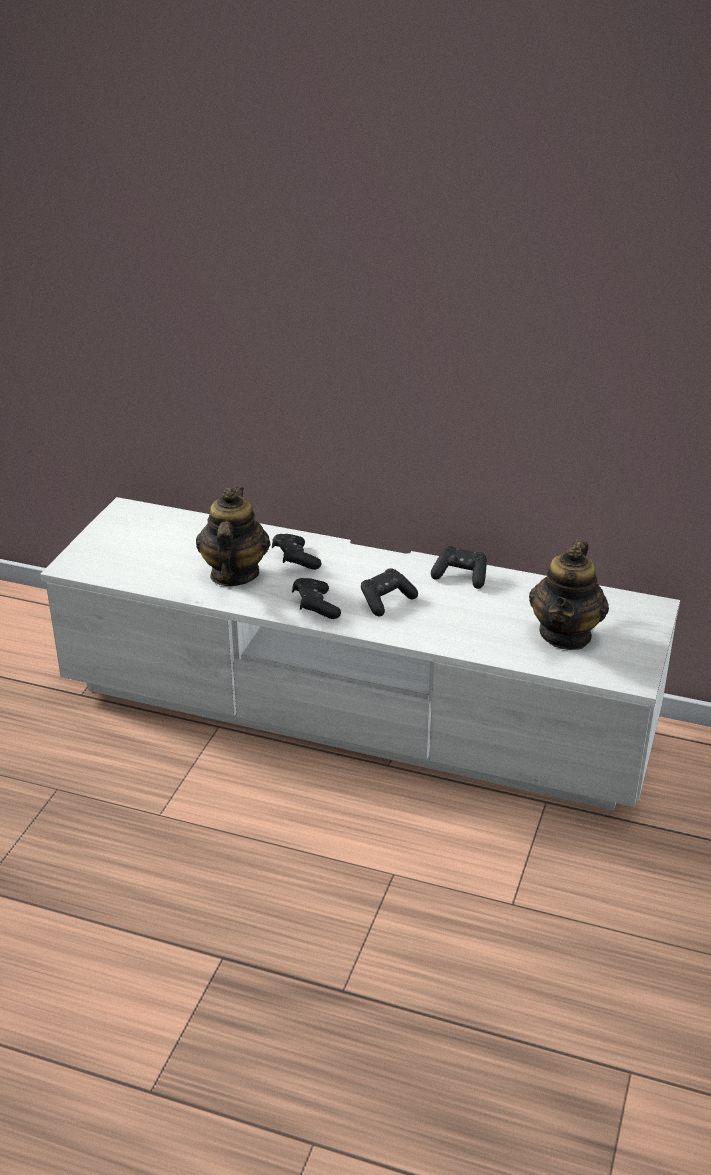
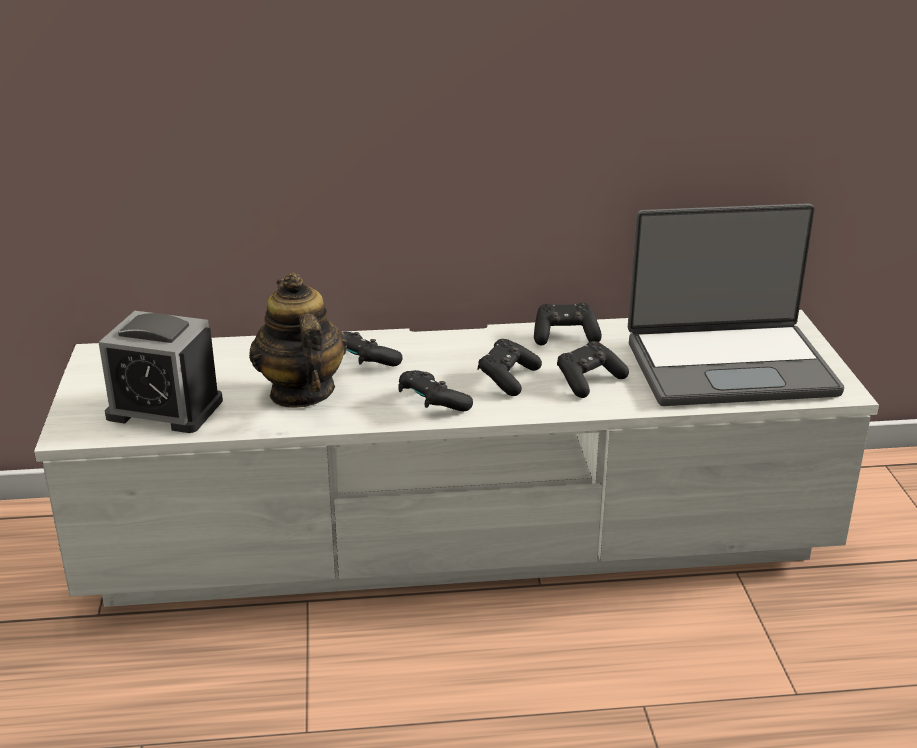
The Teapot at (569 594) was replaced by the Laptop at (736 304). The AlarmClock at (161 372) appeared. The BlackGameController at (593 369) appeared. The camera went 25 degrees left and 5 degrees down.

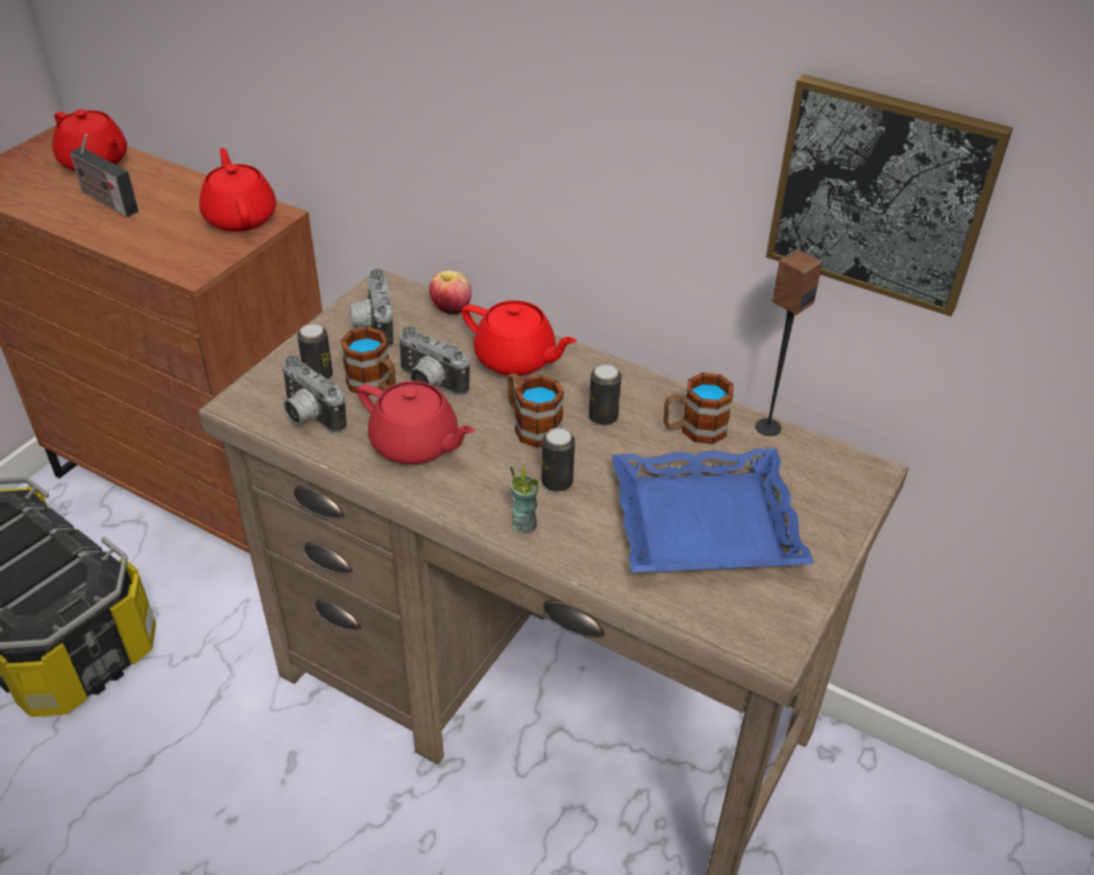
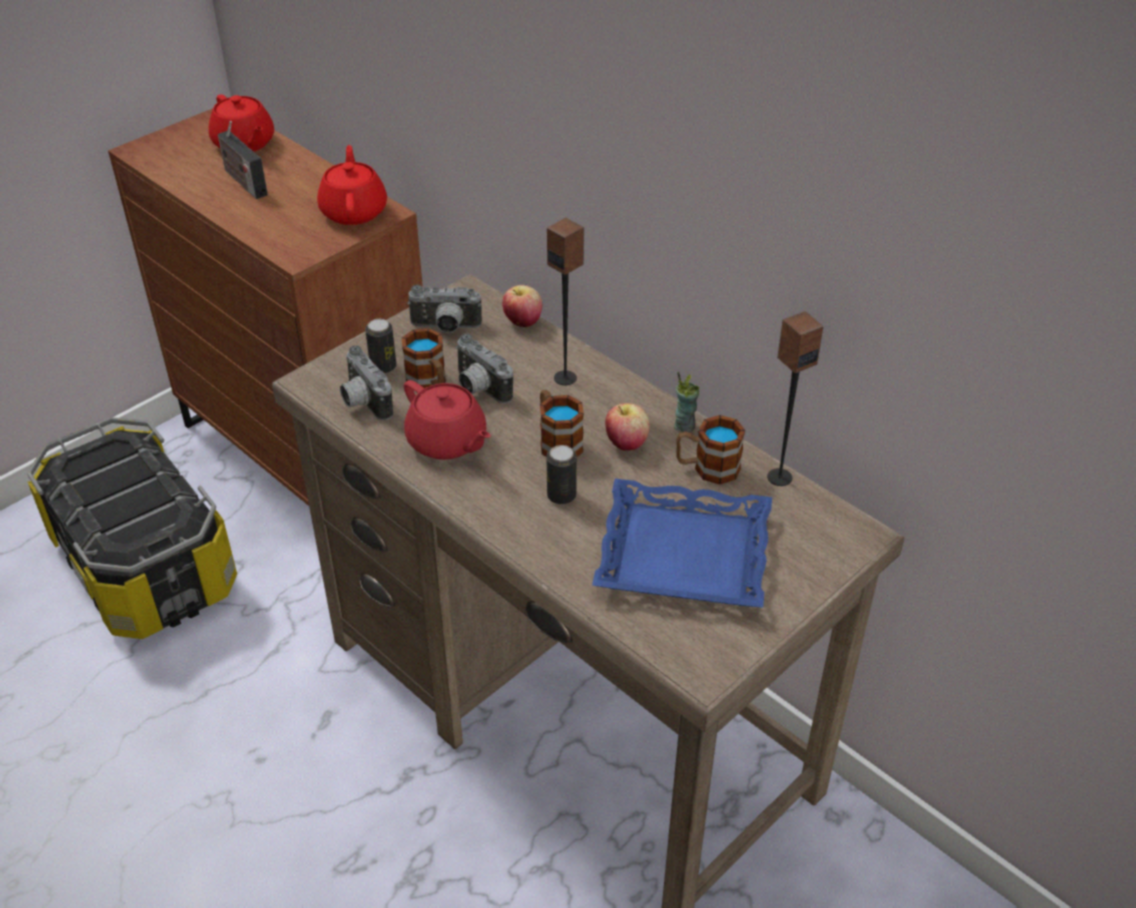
The Picture at (889 195) disappeared. The PhotoCamera at (371 308) turned 90 degrees counterclockwise. The RedTeapot at (519 338) was replaced by the Speaker at (565 302). The Can at (605 394) was replaced by the Apple at (627 427). The Cup moved from (524 500) to (686 401). The camera went 15 degrees right and 0 degrees up.

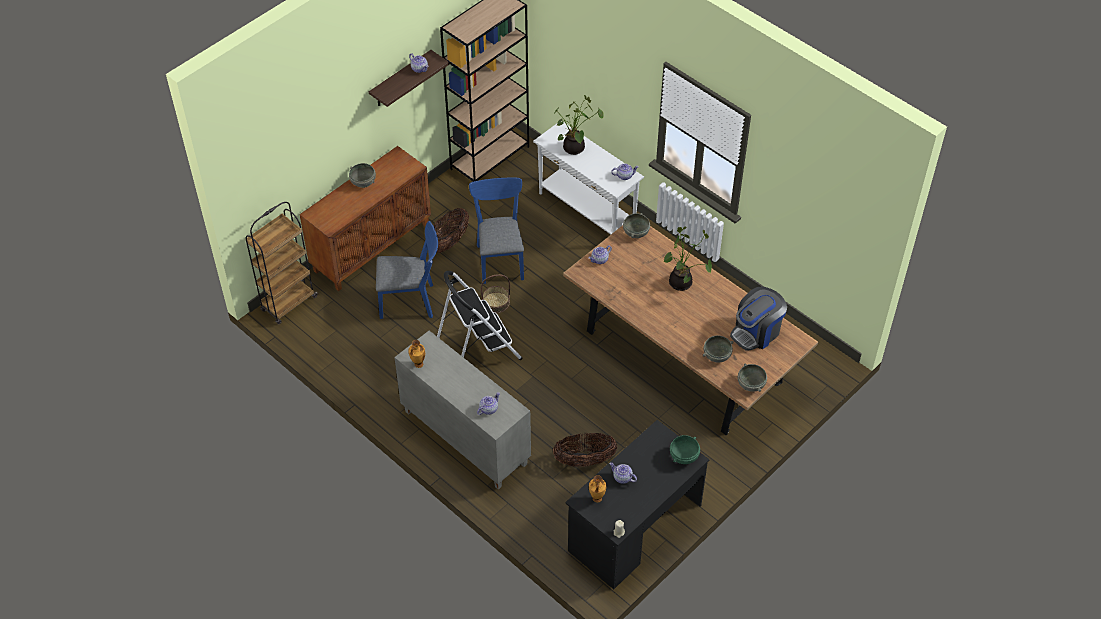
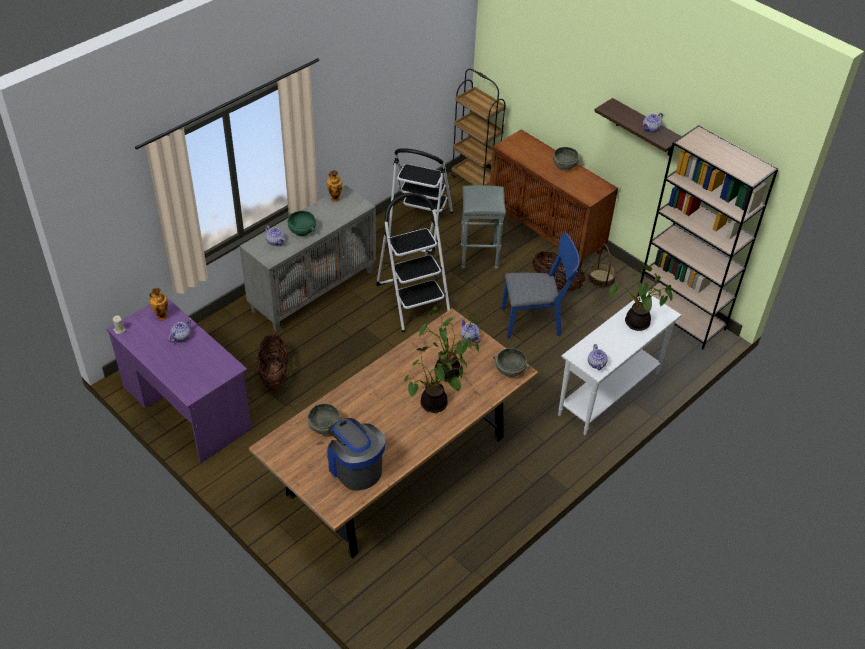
The BlueChair at (407 270) was replaced by the GreyStool at (483 227). The Basket moved from (495 293) to (602 266). The GreyBowl at (752 377) disappeared. The BlackDesk at (637 504) became the PurpleDesk at (179 380). The GreenBowl moved from (685 449) to (301 223). The StepLadder at (420 201) appeared. The PottedPlant at (449 343) appeared. The camera went 90 degrees right and 5 degrees down.

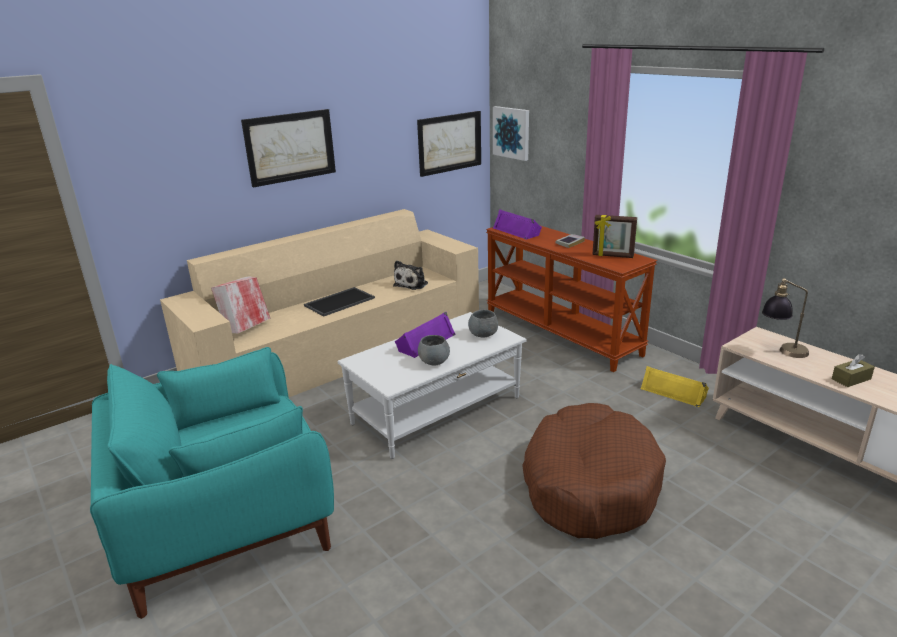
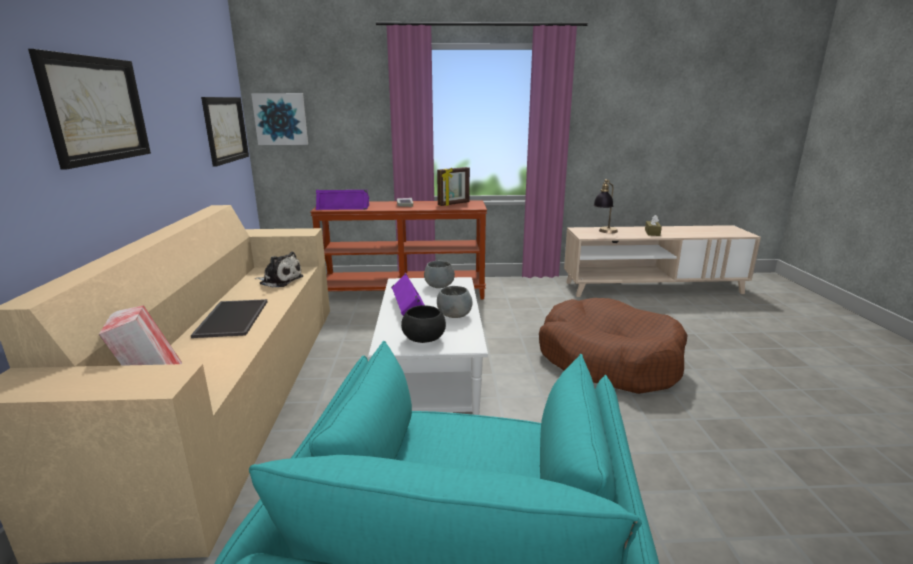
The PlushToy at (410 275) turned 45 degrees counterclockwise. The YellowSpeaker at (675 386) disappeared. The BlackBowl at (423 324) appeared. The camera went 55 degrees left and 5 degrees down.

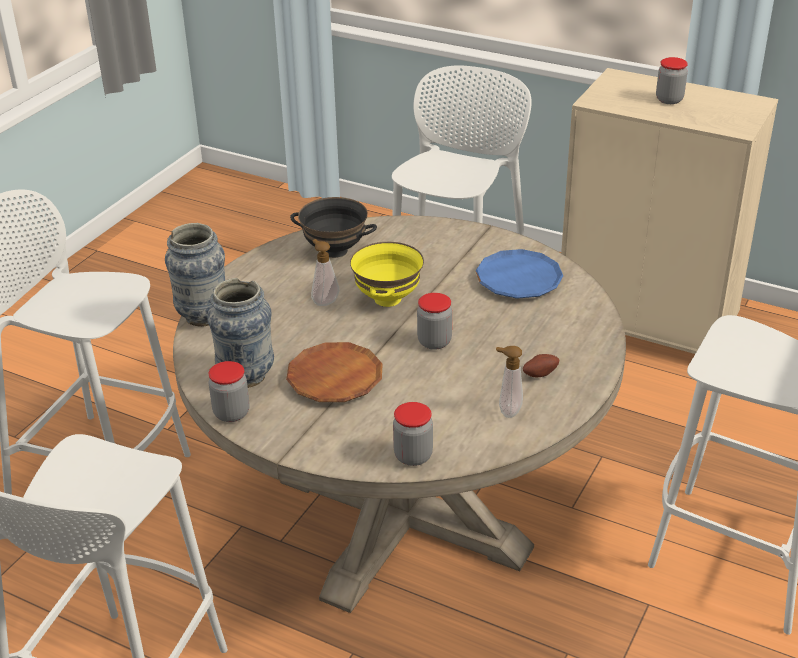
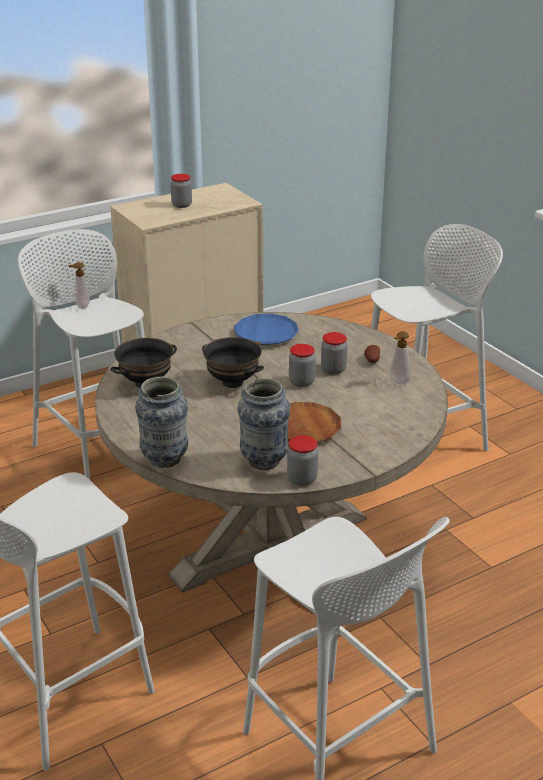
The SoapDispenser moved from (325 272) to (79 285). The YellowBowl at (387 274) became the BlackBowl at (233 362). The Jar moved from (413 434) to (334 353). The camera went 60 degrees left and 5 degrees down.

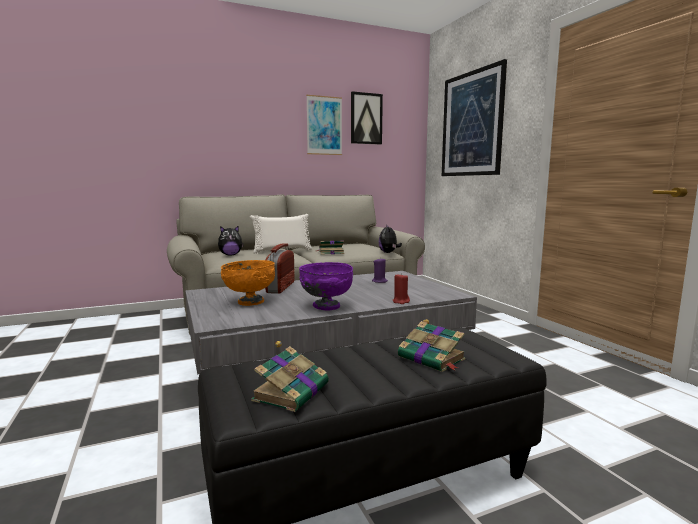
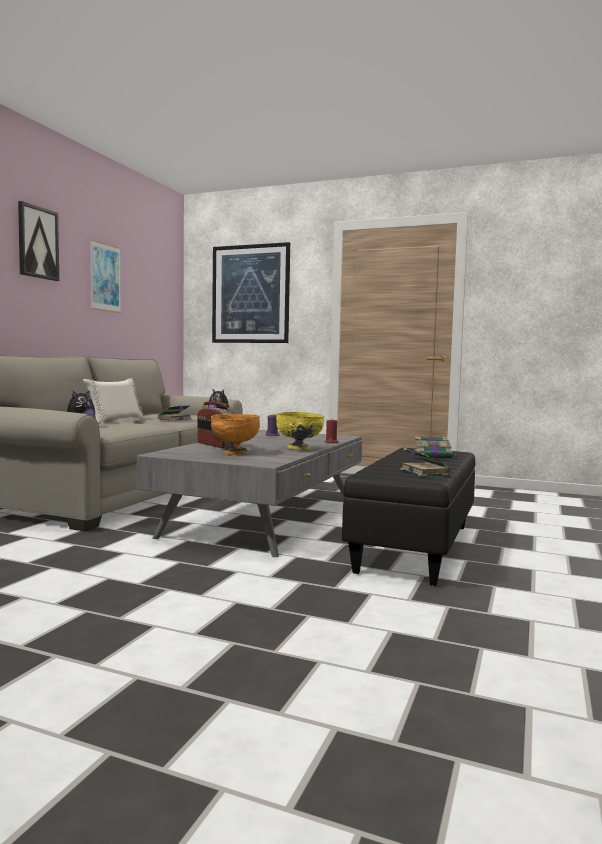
The Picture moved from (367 118) to (38 241). The PurpleBowl at (326 286) became the YellowBowl at (300 431). The camera went 45 degrees left and 5 degrees down.

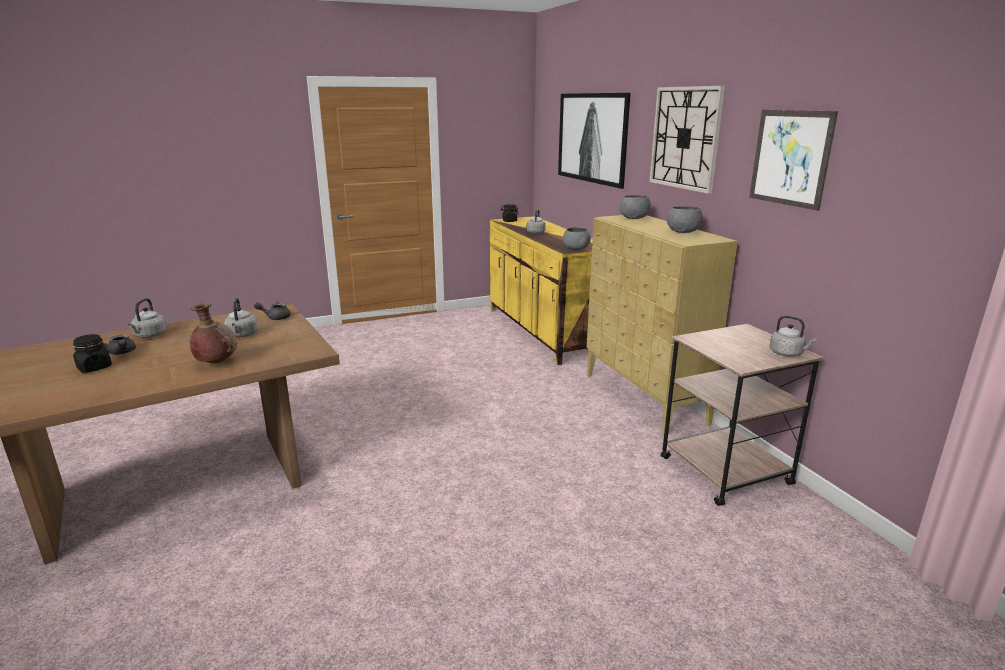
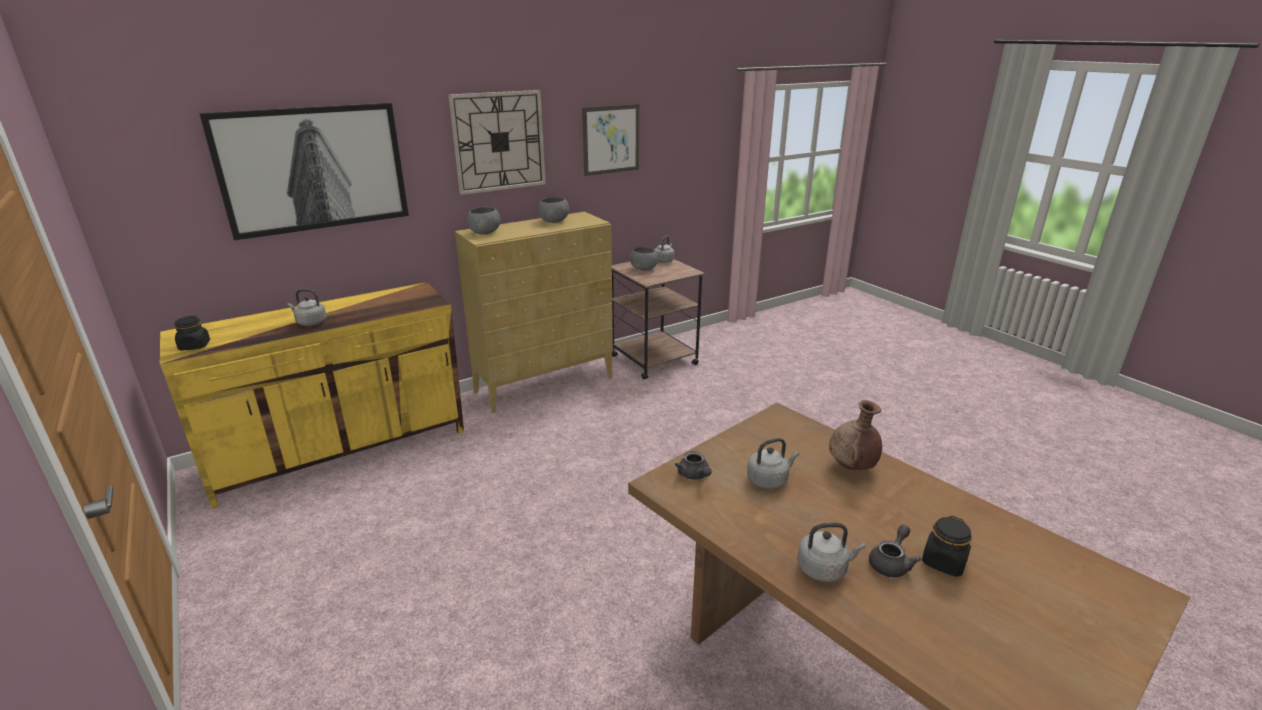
The GreyBowl moved from (577 238) to (644 259). The camera went 100 degrees left and 5 degrees up.

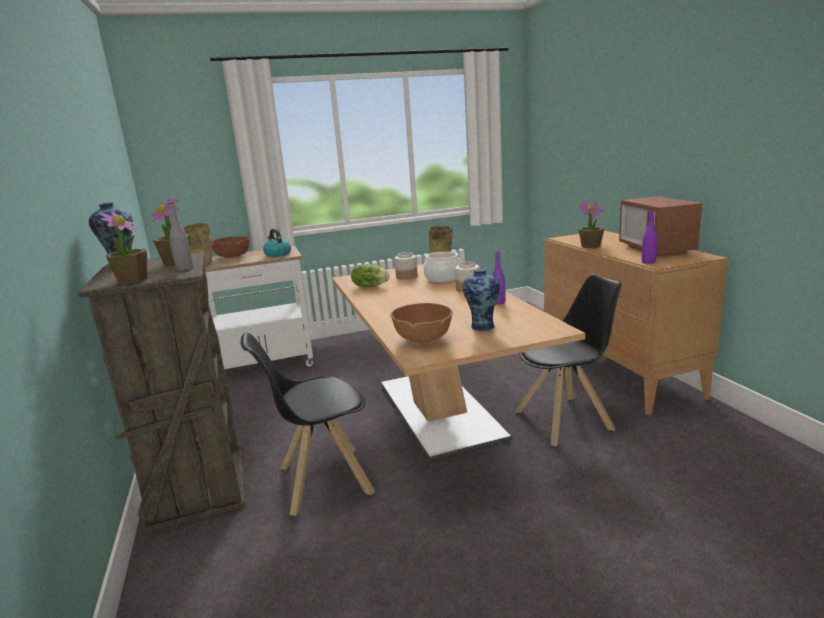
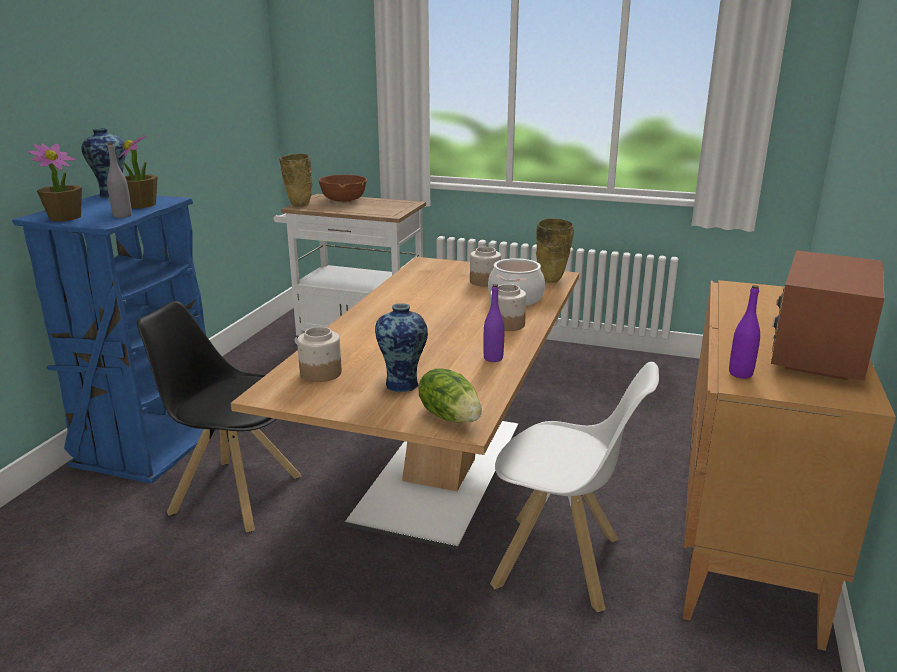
The PottedPlant at (591 224) disappeared. The Kettle at (277 242) disappeared. The BrownBookcase at (162 392) became the BlueBookcase at (114 338). The Lettuce moved from (370 275) to (450 395). The BlackChair at (568 360) became the WhiteChair at (574 487). The BrownBowl at (421 323) was replaced by the Jar at (319 354). The camera went 35 degrees right and 5 degrees up.

